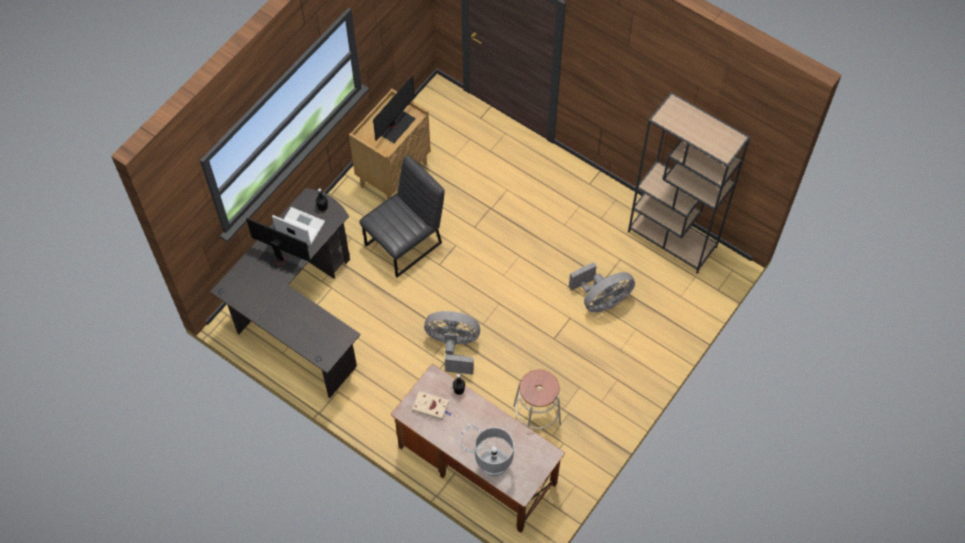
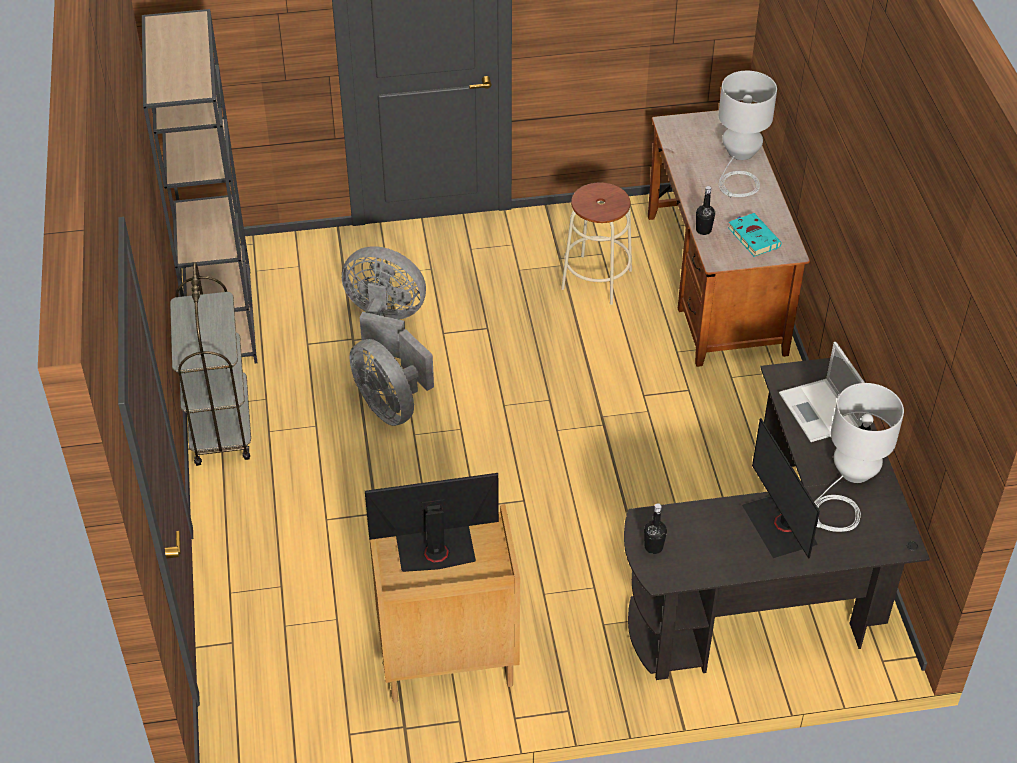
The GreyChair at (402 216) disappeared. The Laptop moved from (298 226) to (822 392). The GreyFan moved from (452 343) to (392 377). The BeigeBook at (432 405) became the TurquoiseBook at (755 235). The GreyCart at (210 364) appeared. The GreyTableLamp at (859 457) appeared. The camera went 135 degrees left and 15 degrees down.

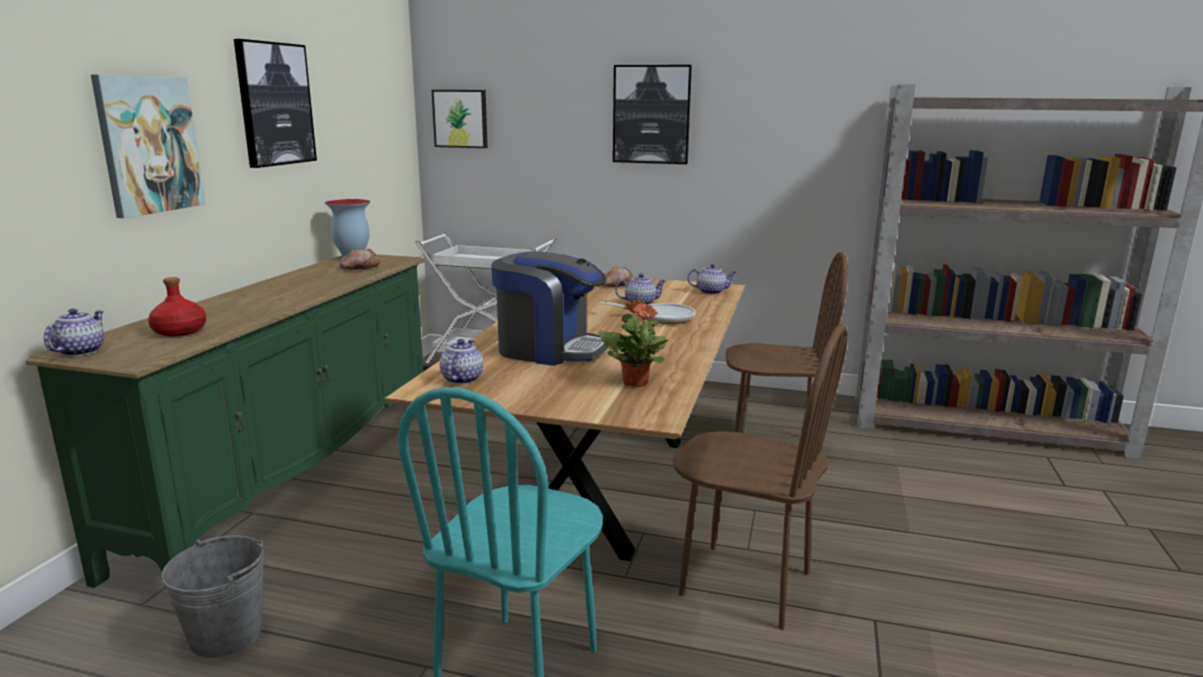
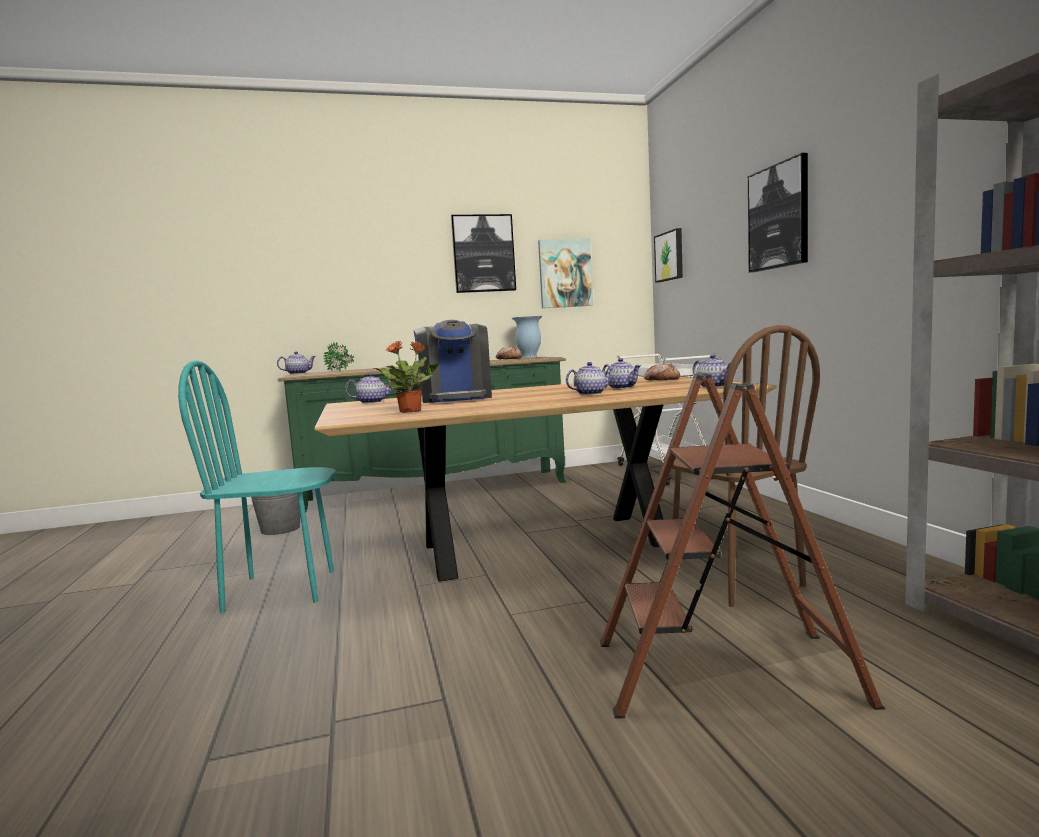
The Picture moved from (148 146) to (565 273). The RedBottle at (177 307) was replaced by the PottedPlant at (338 357). The FryingPan at (648 313) was replaced by the Teapot at (589 378). The BrownChair at (760 477) disappeared. The BrownStepLadder at (742 546) appeared. The camera went 60 degrees right and 10 degrees down.

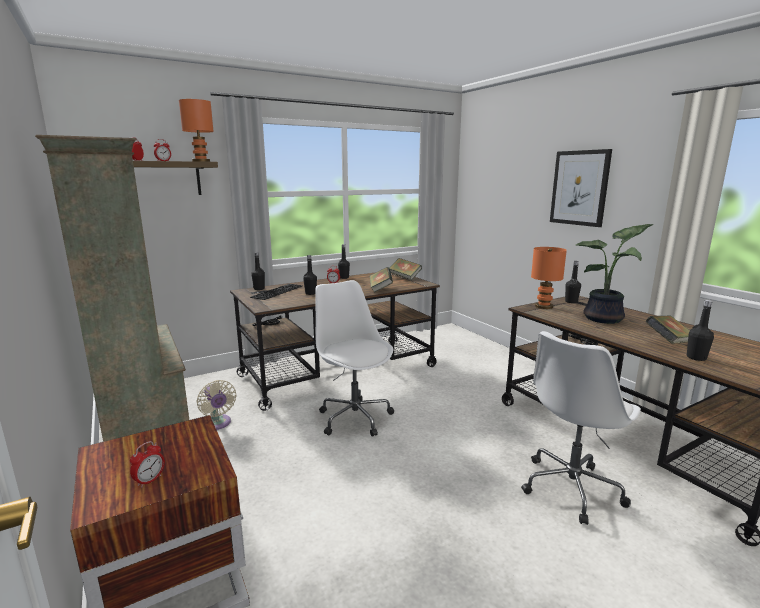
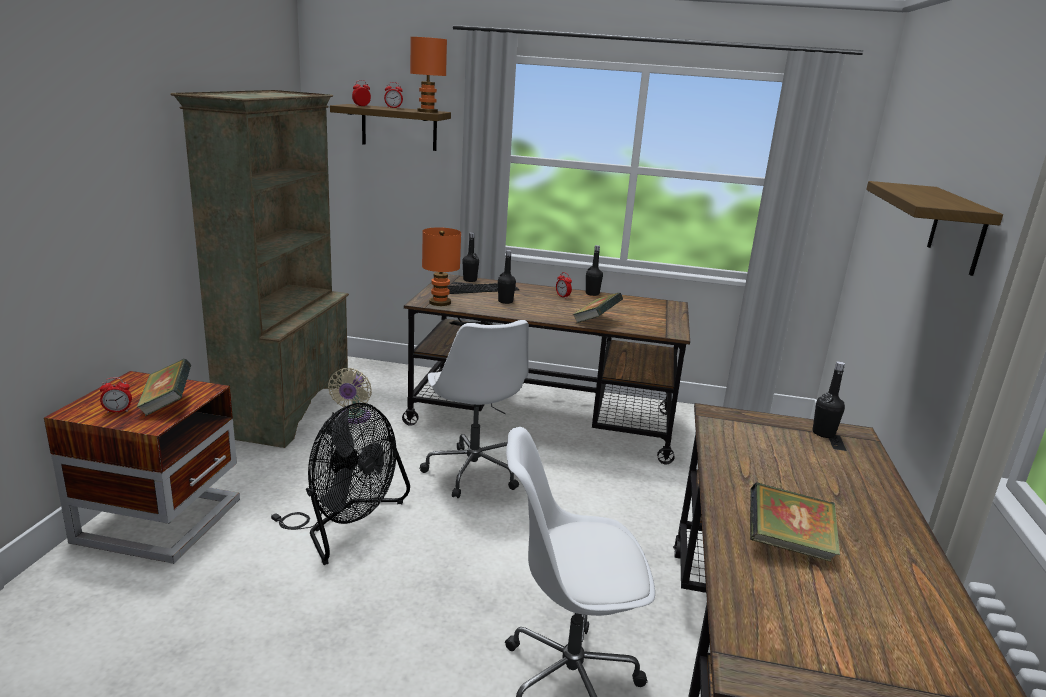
The Picture at (581 188) was replaced by the Shelf at (934 228). The PottedPlant at (614 274) disappeared. The OrangeTableLamp moved from (549 278) to (441 266). The Book moved from (405 269) to (164 387). The WhiteOfficeChair at (355 358) turned 150 degrees clockwise. The BlackBottle at (700 330) disappeared. The BlackFan at (340 484) appeared. The camera went 40 degrees right and 5 degrees up.

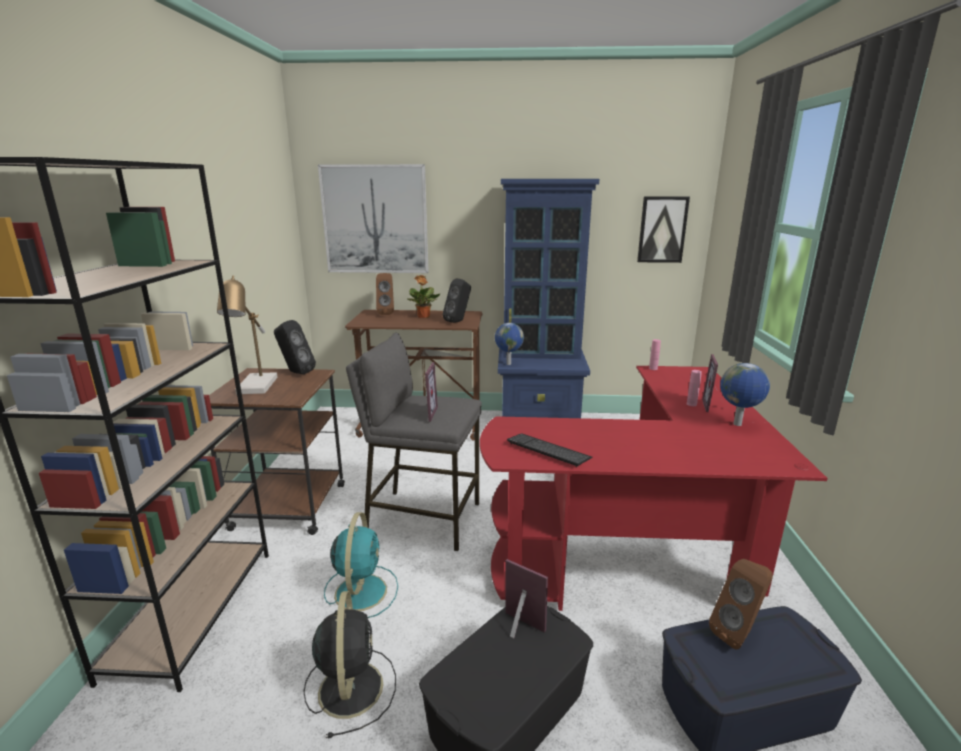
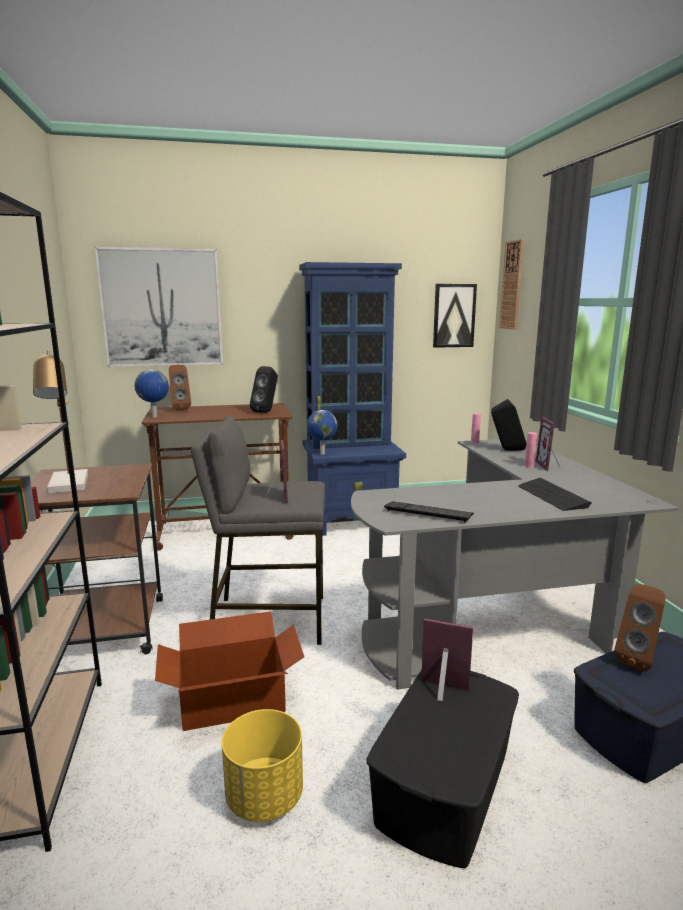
The PottedPlant at (424 296) disappeared. The BlackSpeaker moved from (295 347) to (509 425). The Globe moved from (745 394) to (152 393). The RedDesk at (654 488) became the GreyDesk at (515 564). The TurquoiseFan at (361 565) was replaced by the CardboardBox at (229 671). The BlackFan at (349 665) was replaced by the YellowPlanter at (262 765). The WallClock at (512 284) appeared. The Keyboard at (555 494) appeared. The camera went 15 degrees left and 5 degrees down.

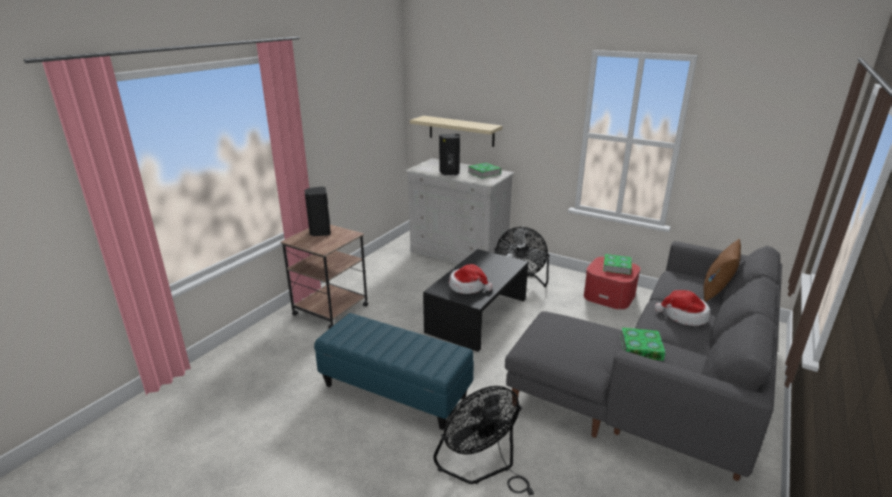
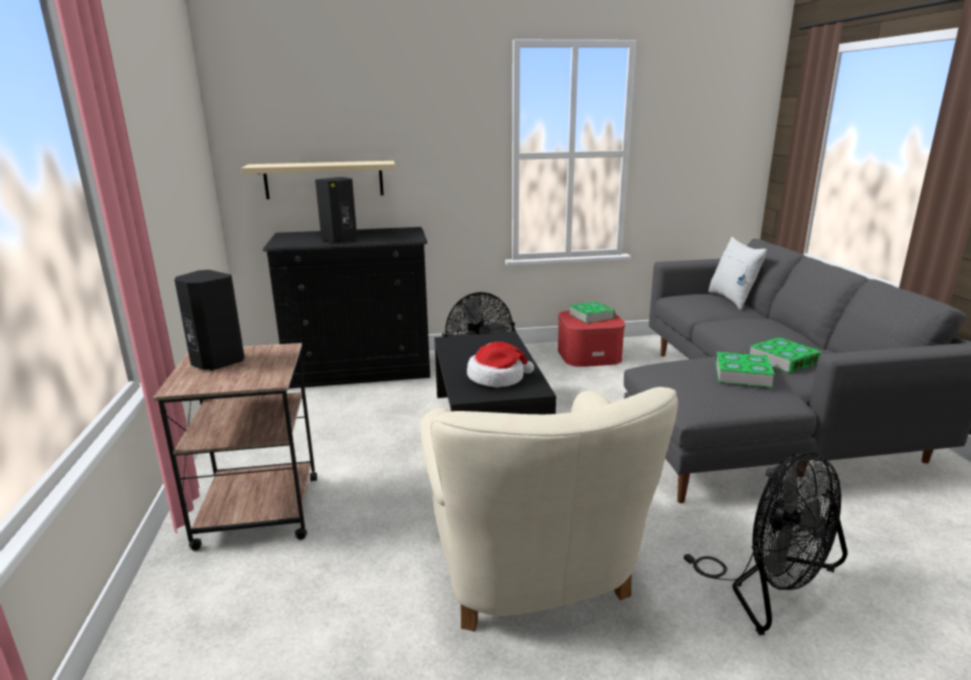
The WhiteDresser at (459 211) became the BlackDresser at (346 307). The Book moved from (484 170) to (745 369). The BrownPillow at (722 270) became the GreyPillow at (737 273). The Hat at (682 308) disappeared. The BlueOttoman at (394 371) was replaced by the BeigeArmchair at (549 509). The BlackFan at (483 441) turned 150 degrees counterclockwise. The camera went 40 degrees left and 5 degrees down.

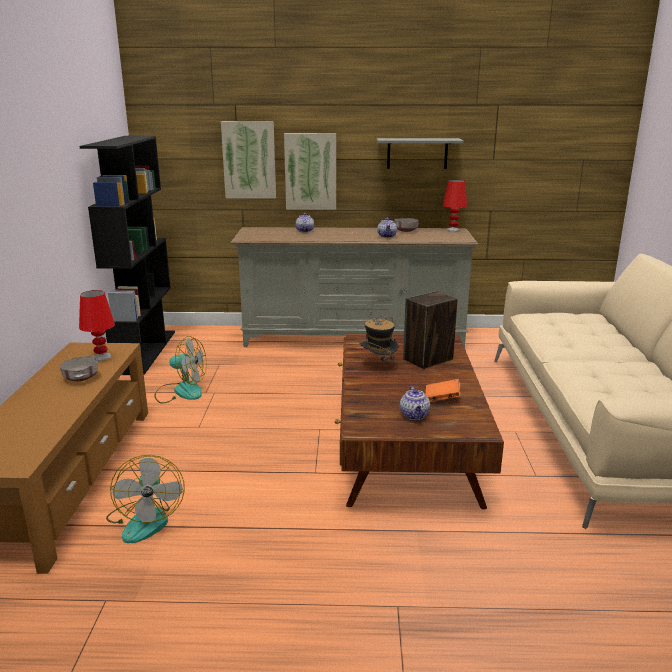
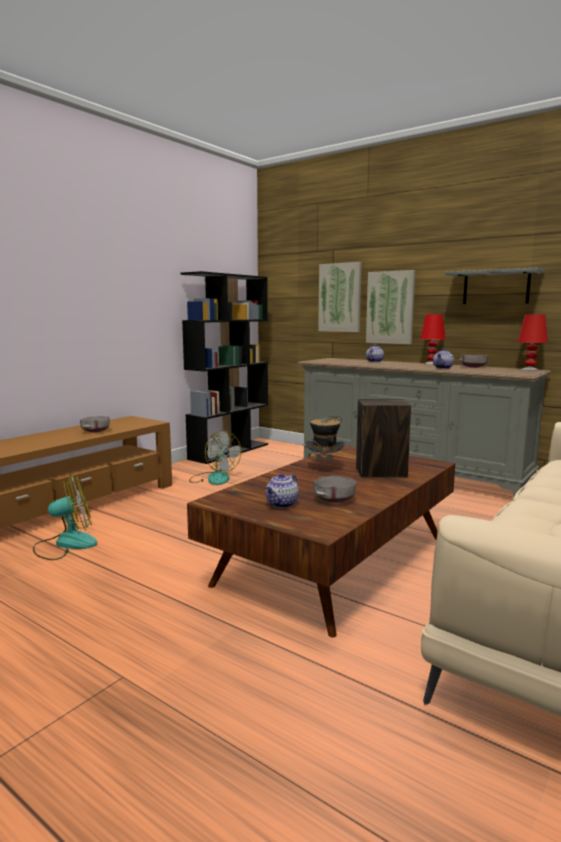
The RedTableLamp moved from (97 325) to (433 339). The OrangeBook at (443 390) was replaced by the GreyBowl at (335 489). The Fan at (145 499) turned 135 degrees counterclockwise. The camera went 35 degrees right and 10 degrees down.

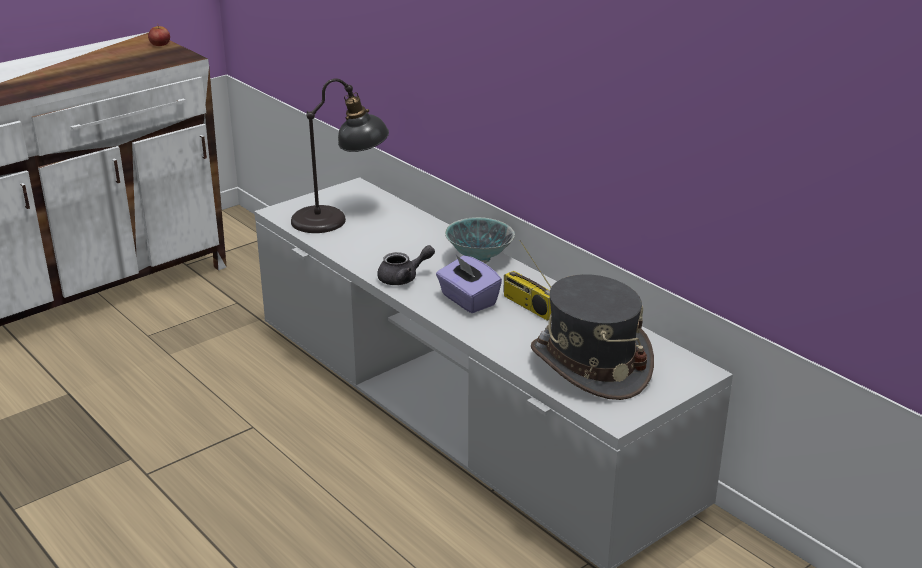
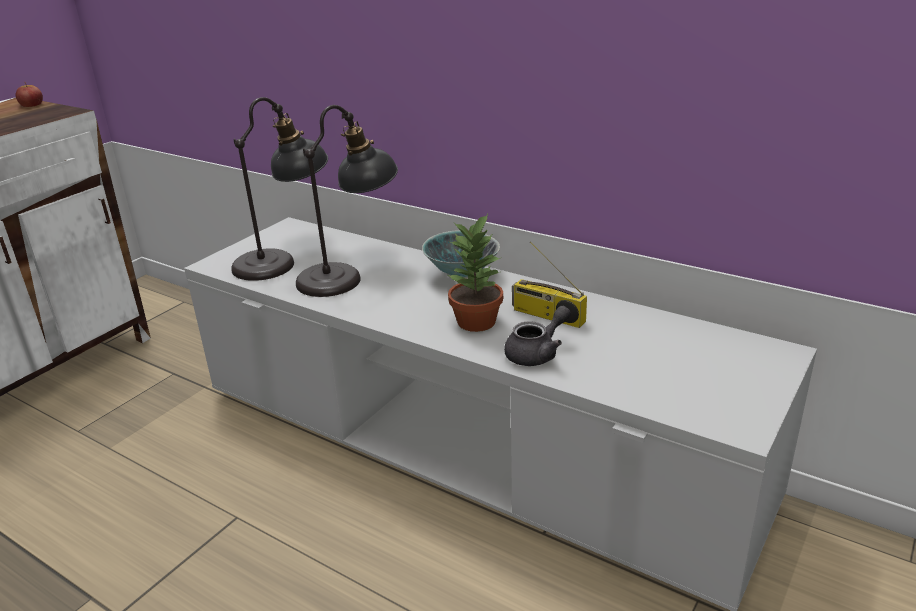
The GreyTeapot moved from (406 265) to (537 336). The PurpleTissueBox at (469 284) was replaced by the PottedPlant at (475 273). The GreyHat at (592 337) disappeared. The GreyTableLamp at (347 201) appeared. The camera went 15 degrees left and 0 degrees up.

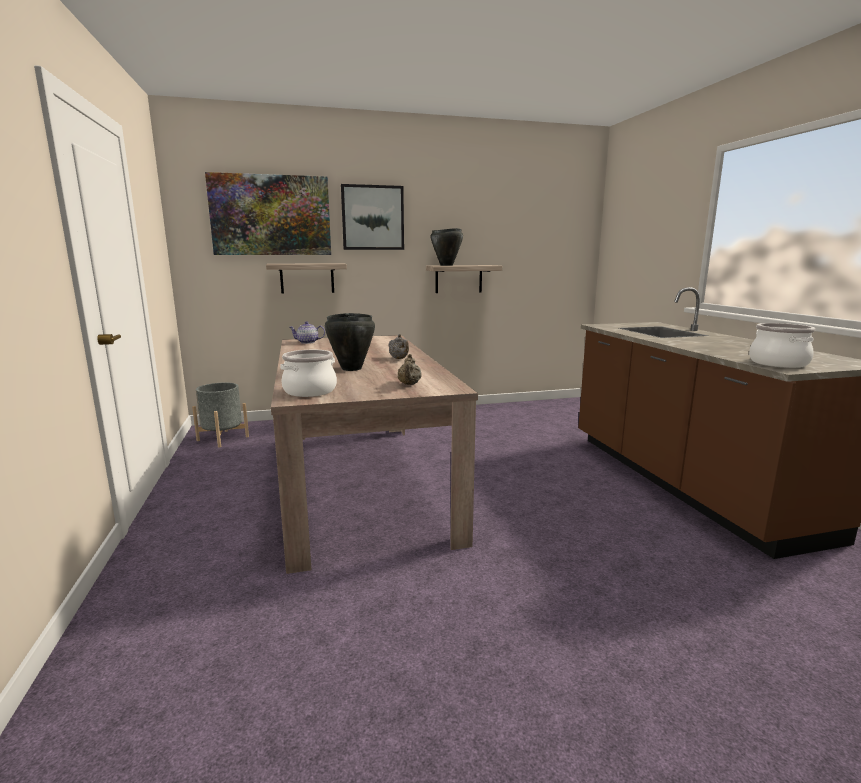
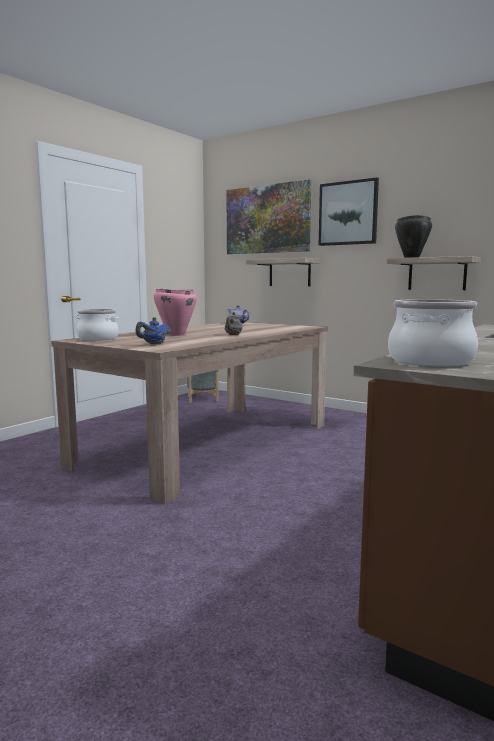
The BlackCookingPot at (350 342) became the PinkCookingPot at (175 312). The BeigeTeapot at (410 369) became the BlueTeapot at (153 330). The camera went 50 degrees right and 5 degrees down.

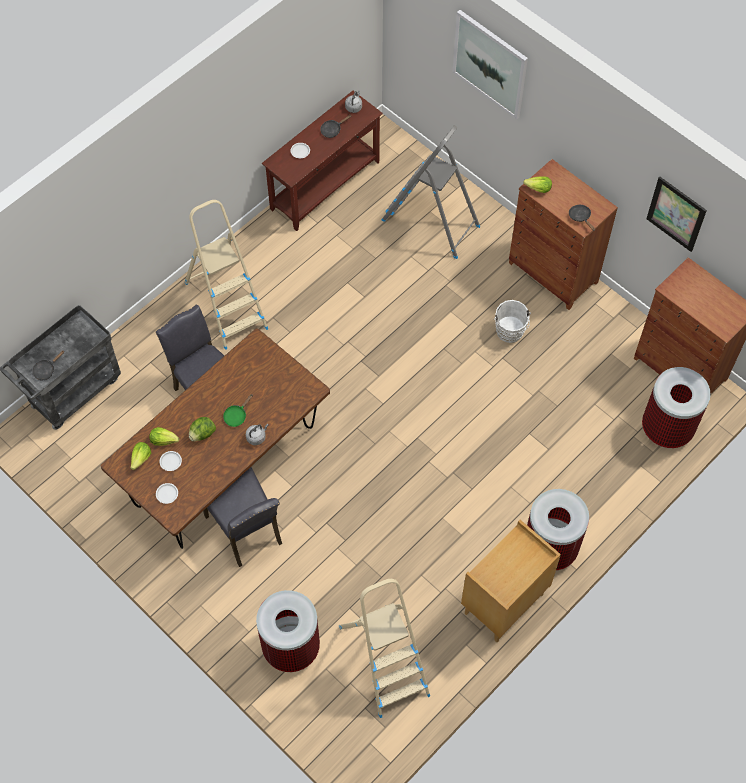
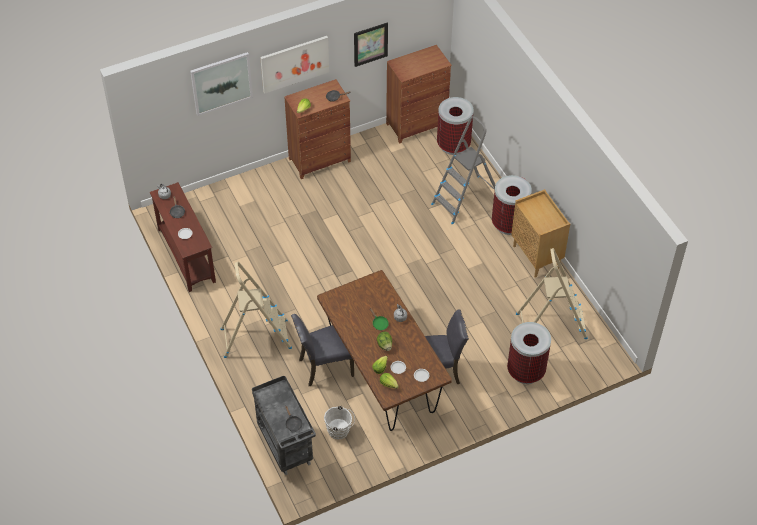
The GreyStepLadder moved from (430 192) to (463 170). The WhiteBucket moved from (512 321) to (339 423). The Picture at (294 65) appeared. The camera went 70 degrees left and 10 degrees down.

